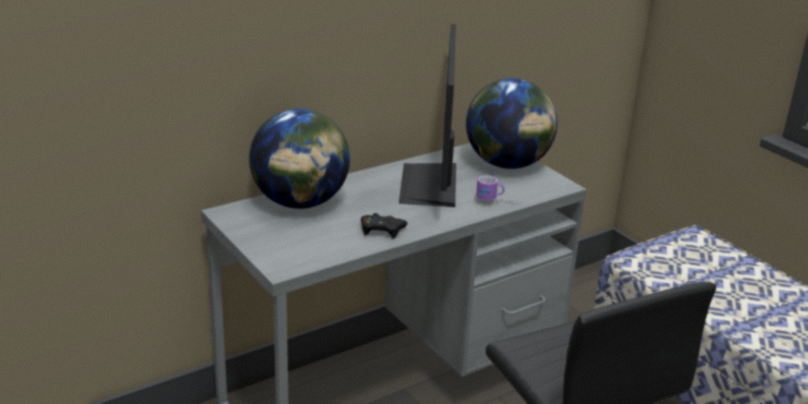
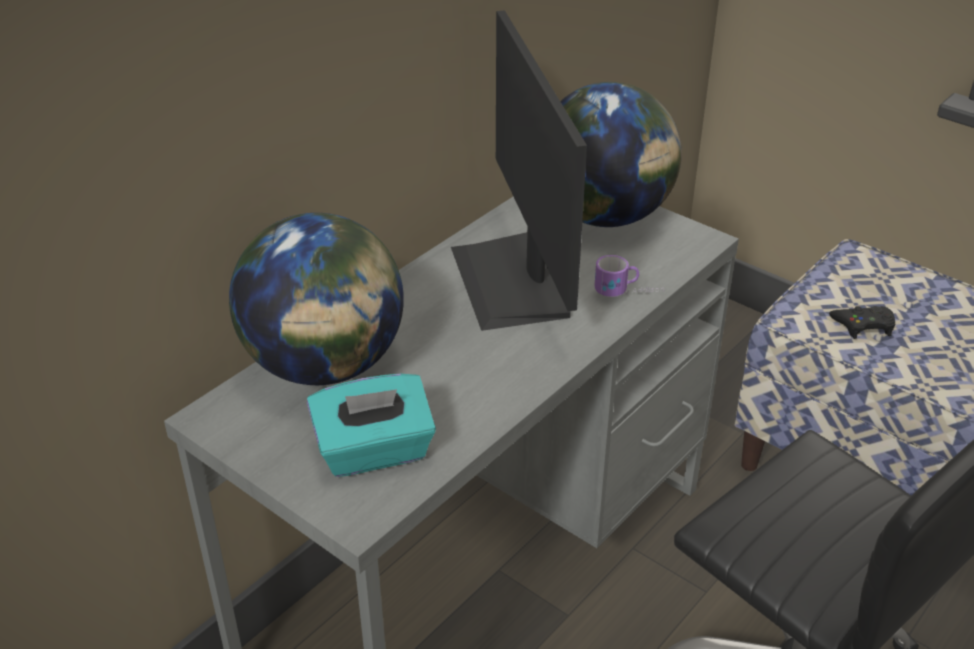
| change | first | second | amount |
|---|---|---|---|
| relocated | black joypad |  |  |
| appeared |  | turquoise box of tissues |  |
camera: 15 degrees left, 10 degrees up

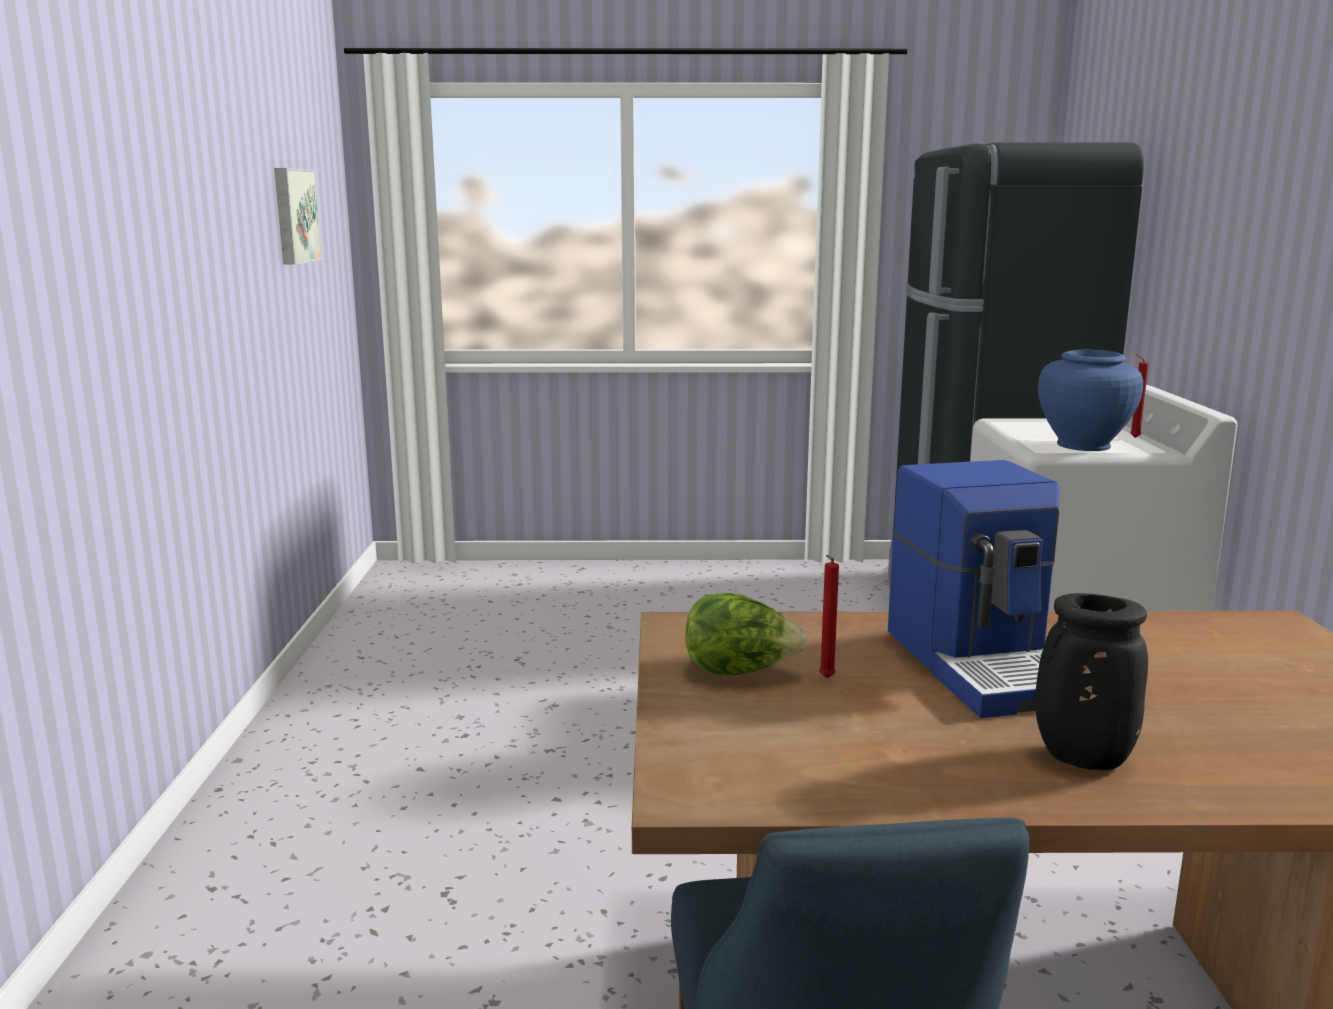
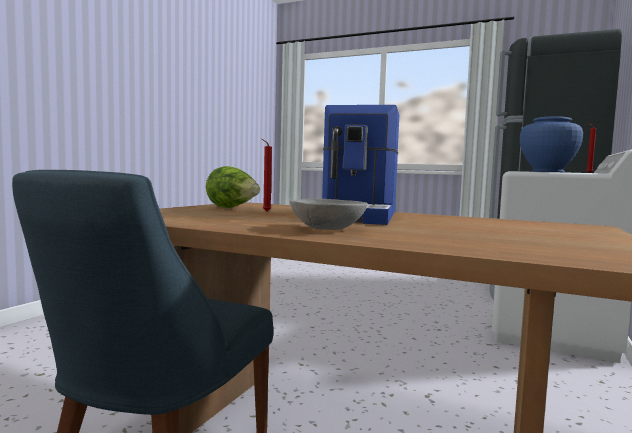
| change | first | second | amount |
|---|---|---|---|
| missing | picture |  |  |
| exchanged | black vase | greyish bowl |  |
camera: 25 degrees right, 10 degrees down

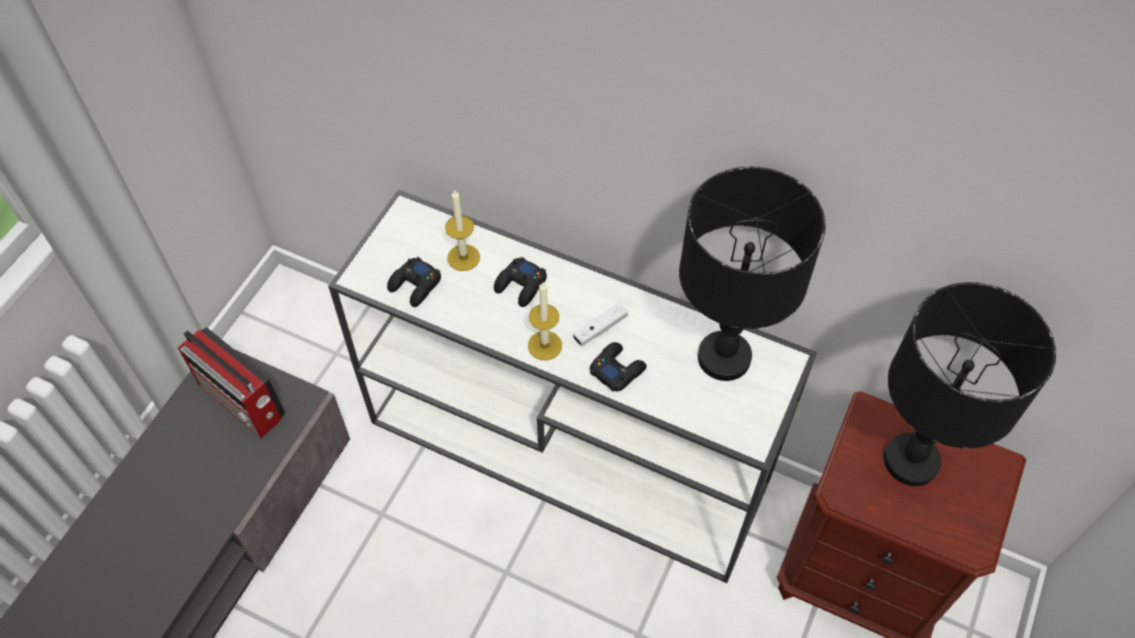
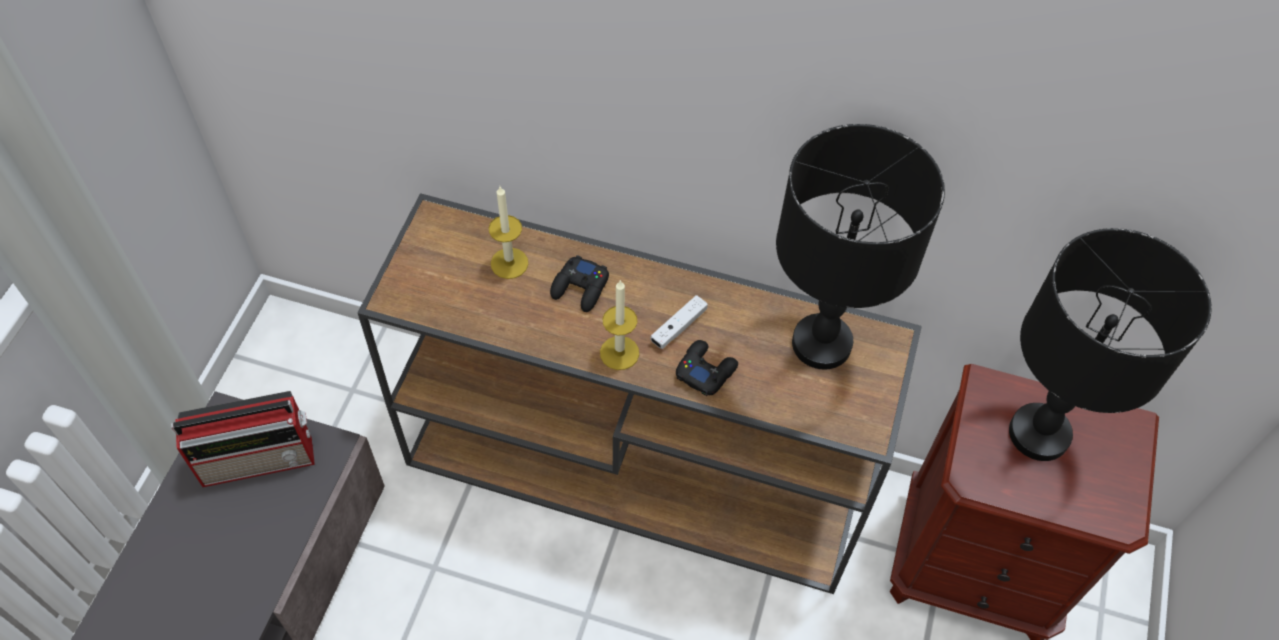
| change | first | second | amount |
|---|---|---|---|
| spun | radio receiver |  | 45 degrees counterclockwise |
| colour | white-coloured console table | brown console table |  |
| missing | black joypad (no. 1 from left) |  |  |
camera: 10 degrees left, 0 degrees up

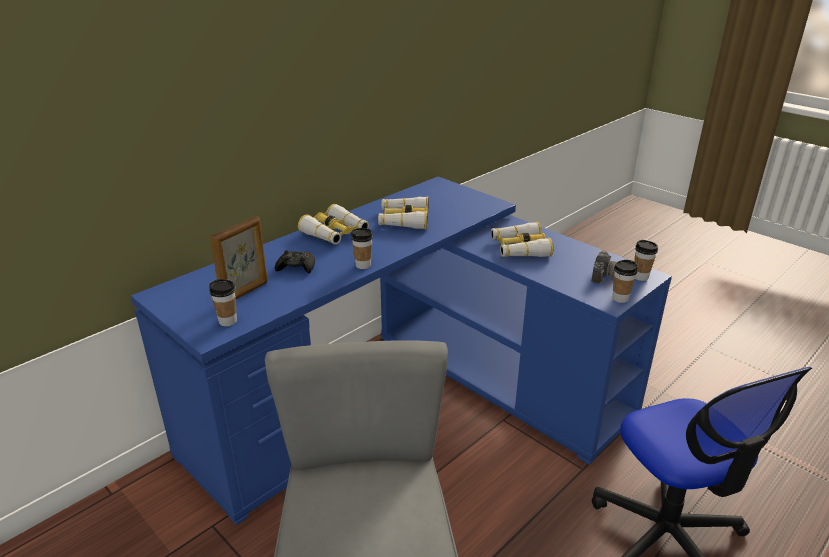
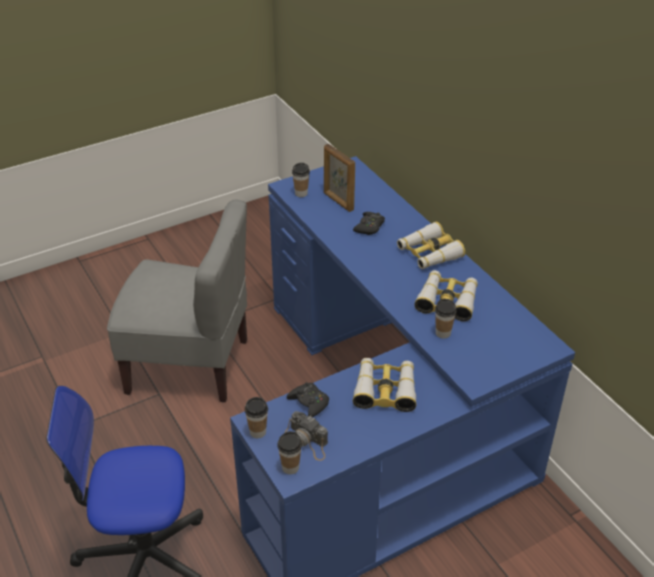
| change | first | second | amount |
|---|---|---|---|
| relocated | drinking cup (no. 2 from left in the first image) | drinking cup (no. 4 from left) |  |
| appeared |  | black joypad (no. 1 from left) |  |
camera: 105 degrees right, 10 degrees up

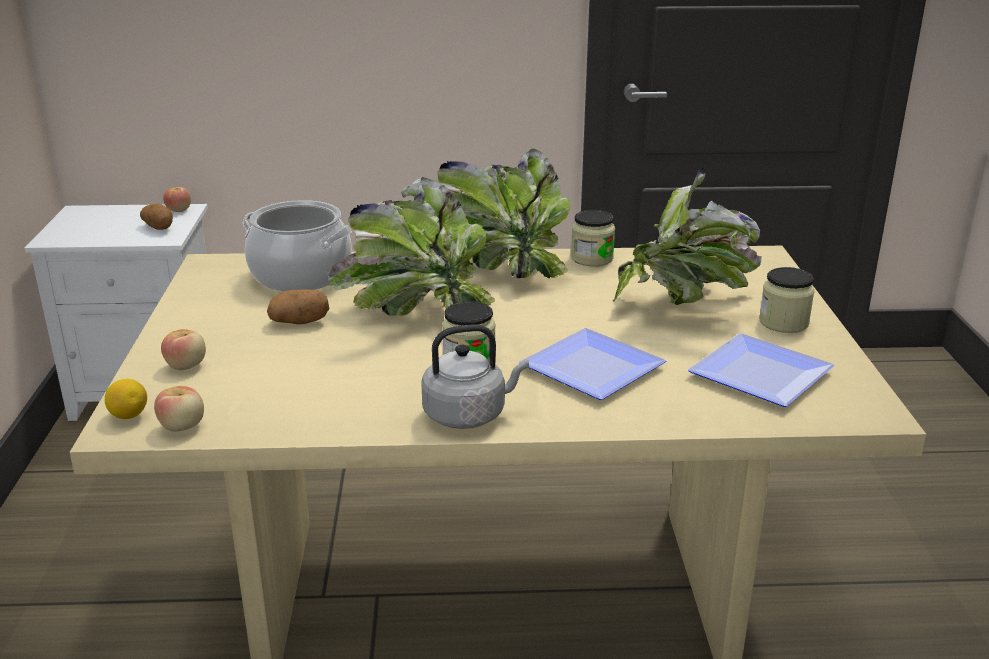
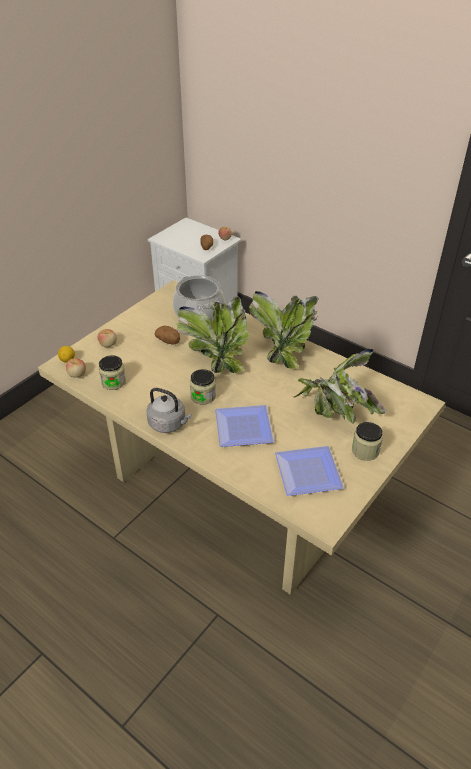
| change | first | second | amount |
|---|---|---|---|
| relocated | preserve jar (no. 2 from left in the first image) | preserve jar (no. 1 from left) |  |
camera: 40 degrees right, 15 degrees up

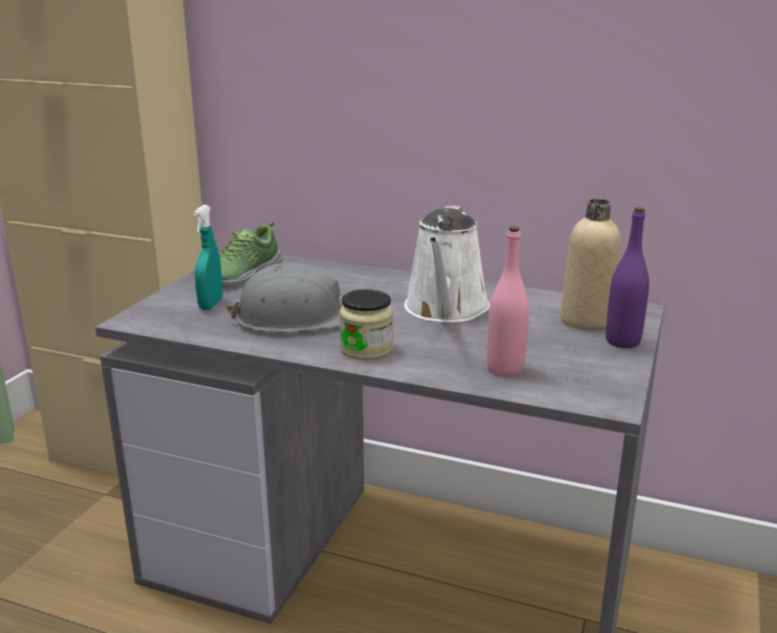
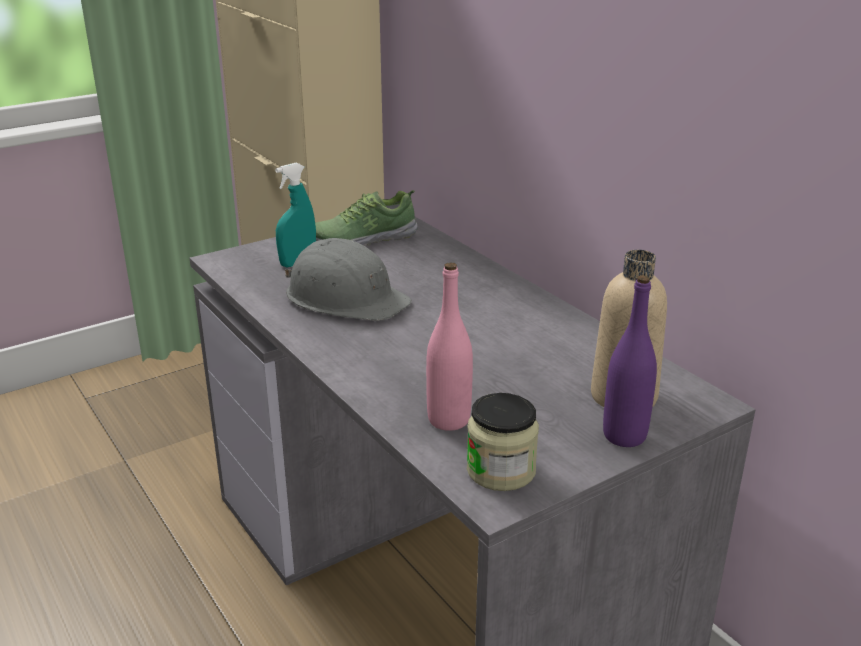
| change | first | second | amount |
|---|---|---|---|
| relocated | preserve jar |  |  |
| missing | white-coloured watering pot |  |  |
camera: 35 degrees right, 5 degrees up

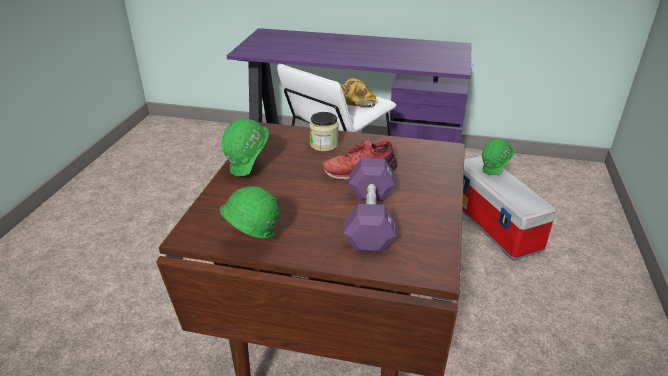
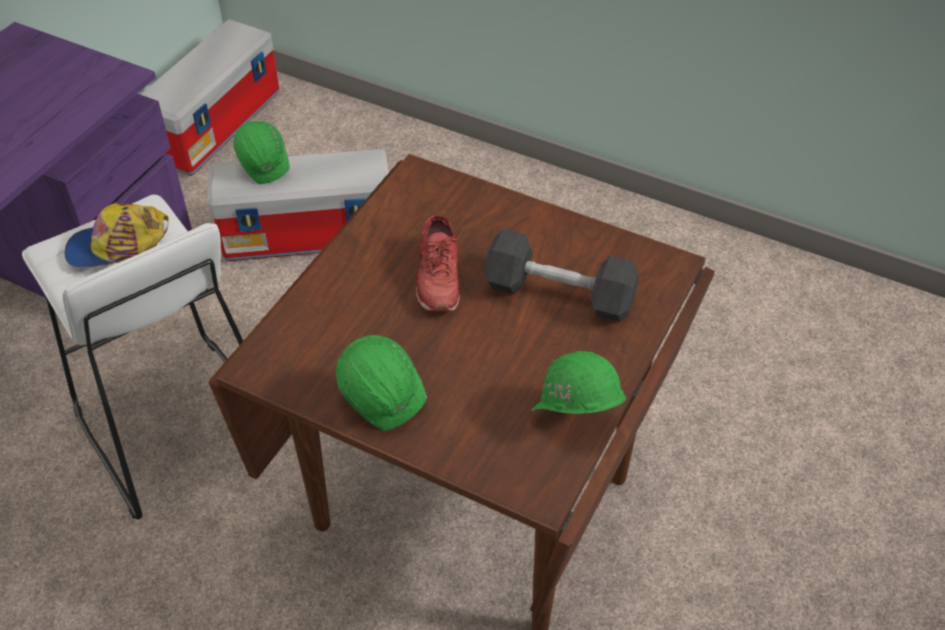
| change | first | second | amount |
|---|---|---|---|
| missing | preserve jar |  |  |
| colour | purple free weight | black free weight |  |
| appeared |  | storage box (no. 1 from left) |  |
camera: 75 degrees left, 15 degrees up

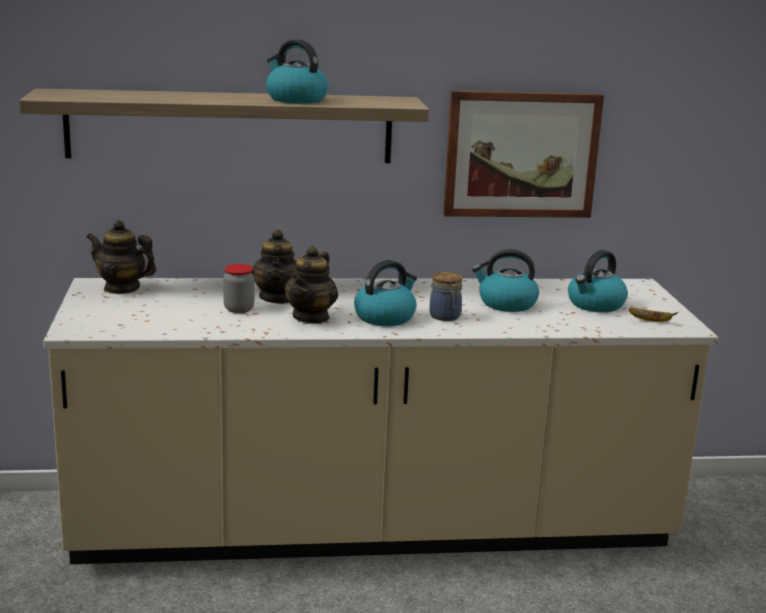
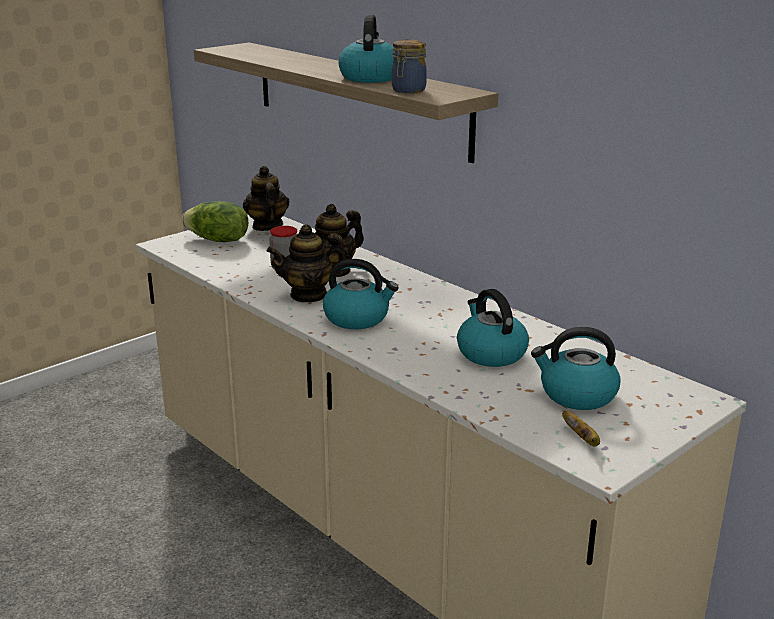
| change | first | second | amount |
|---|---|---|---|
| relocated | preserve jar (no. 2 from left) |  |  |
| missing | picture |  |  |
| appeared |  | lettuce |  |
camera: 55 degrees right, 5 degrees up

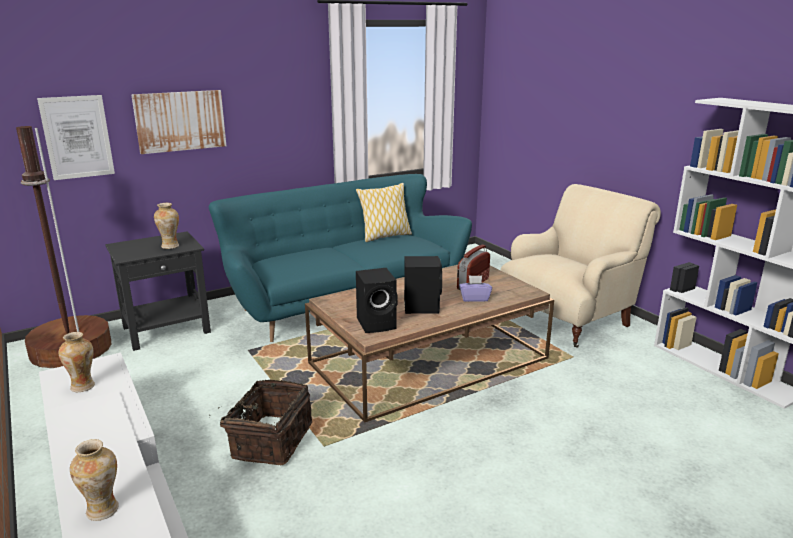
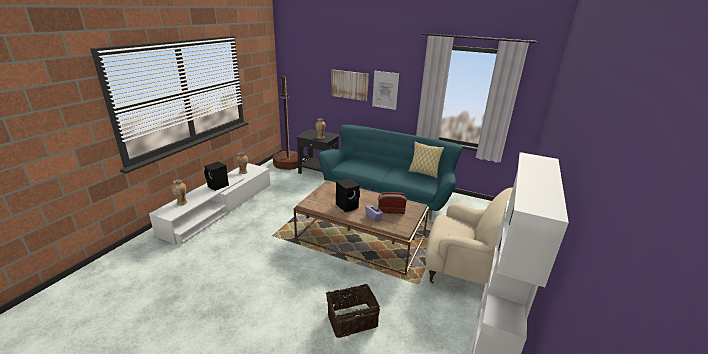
| change | first | second | amount |
|---|---|---|---|
| relocated | picture (no. 1 from left in the first image) | picture (no. 2 from left) |  |
| relocated | storage basket |  |  |
| relocated | black speaker (no. 1 from left) |  |  |
camera: 55 degrees right, 5 degrees up

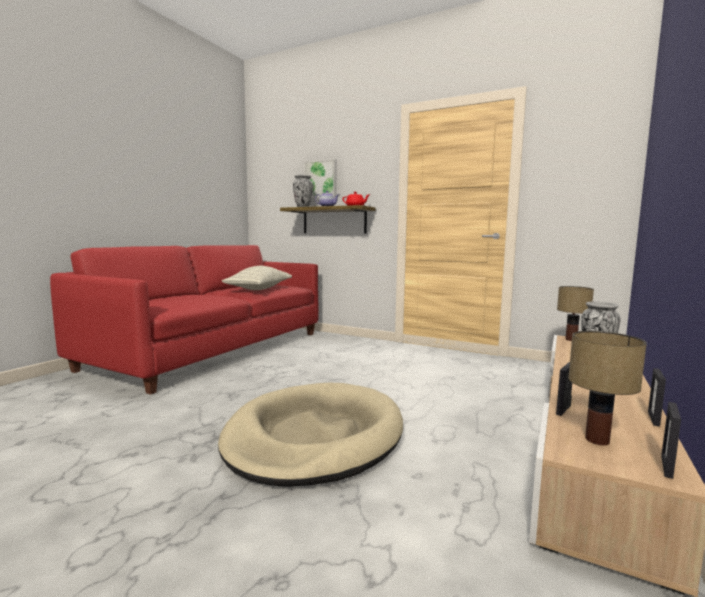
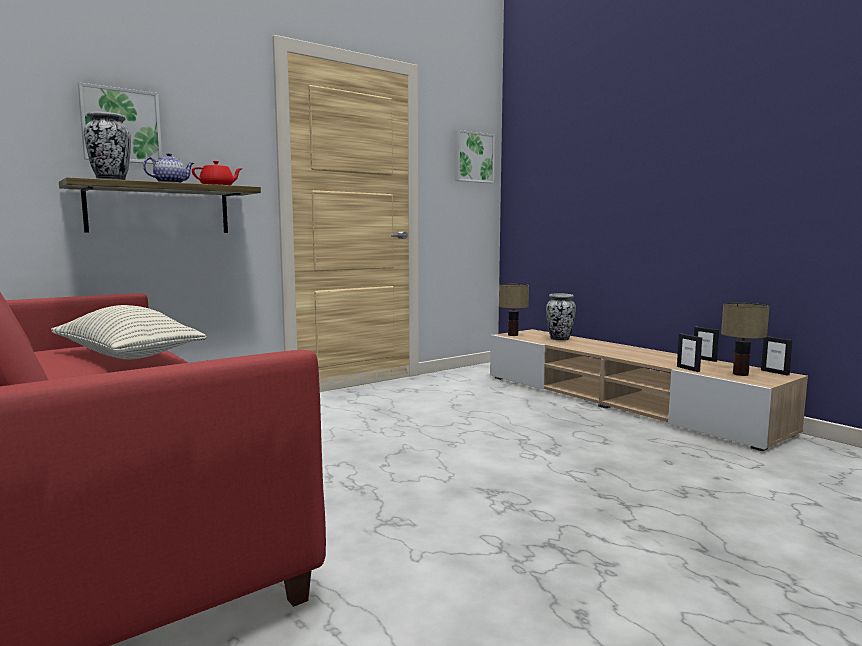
| change | first | second | amount |
|---|---|---|---|
| missing | sand-coloured dog cushion |  |  |
| appeared |  | picture (no. 2 from left) |  |
camera: 65 degrees left, 0 degrees up

